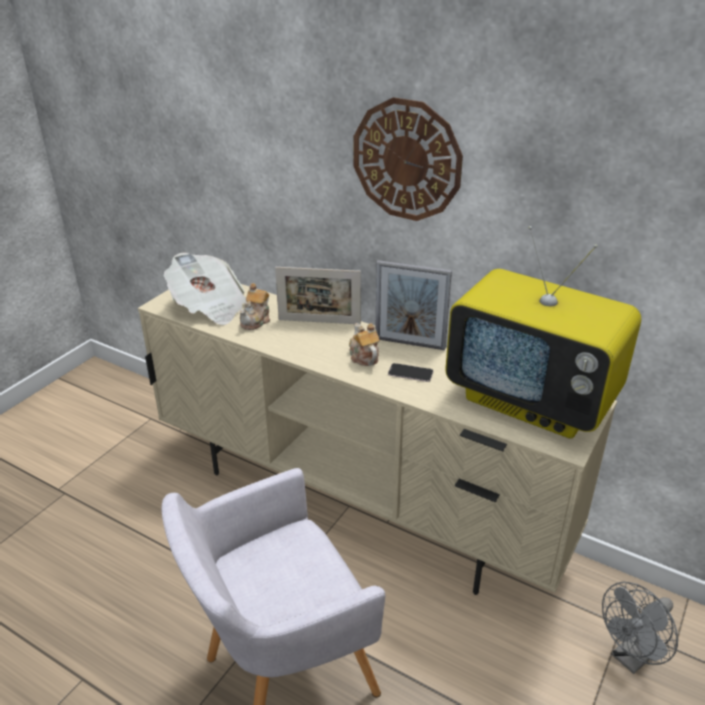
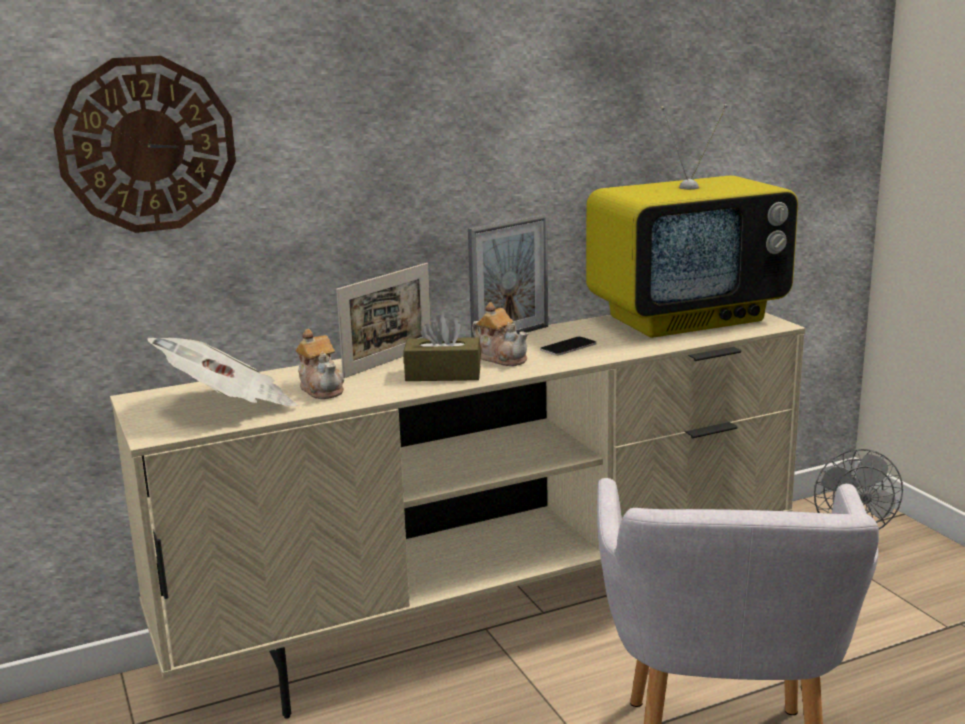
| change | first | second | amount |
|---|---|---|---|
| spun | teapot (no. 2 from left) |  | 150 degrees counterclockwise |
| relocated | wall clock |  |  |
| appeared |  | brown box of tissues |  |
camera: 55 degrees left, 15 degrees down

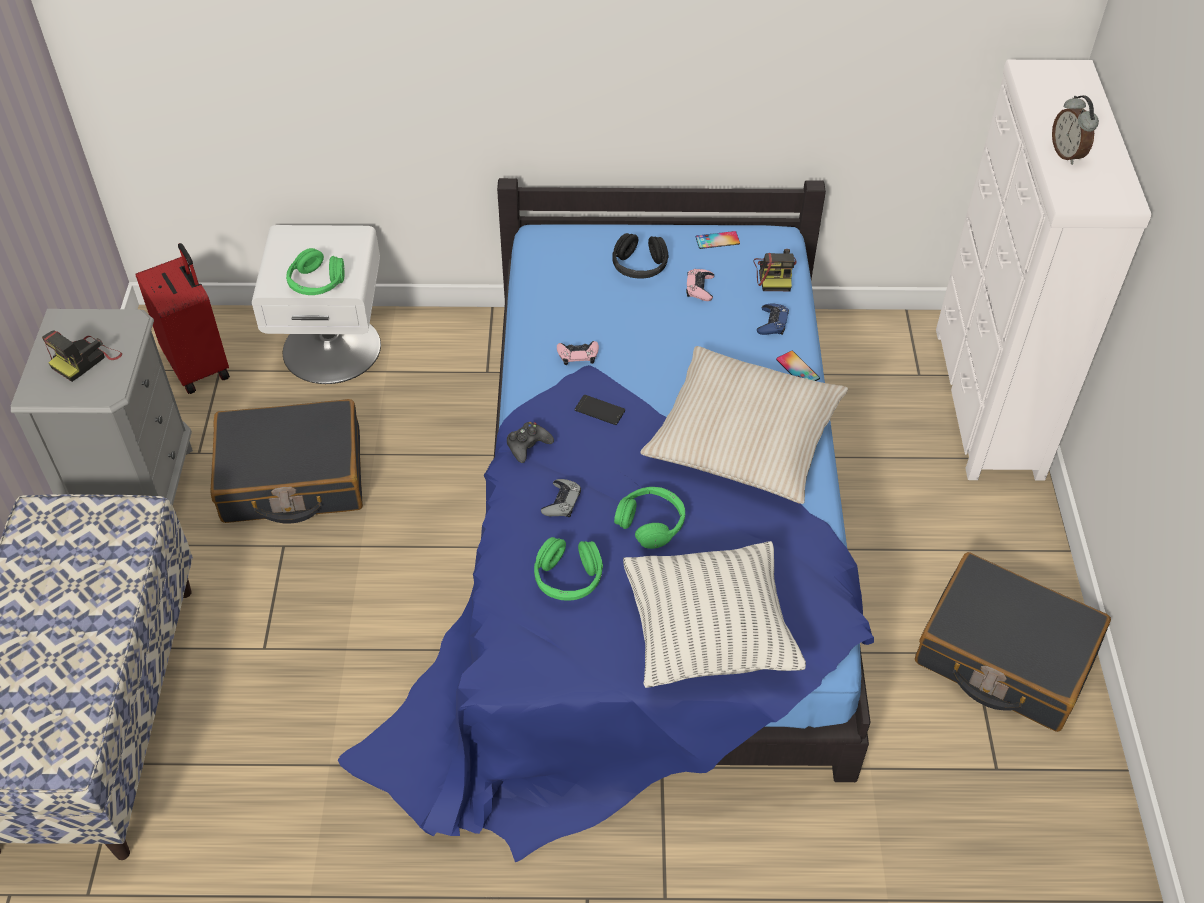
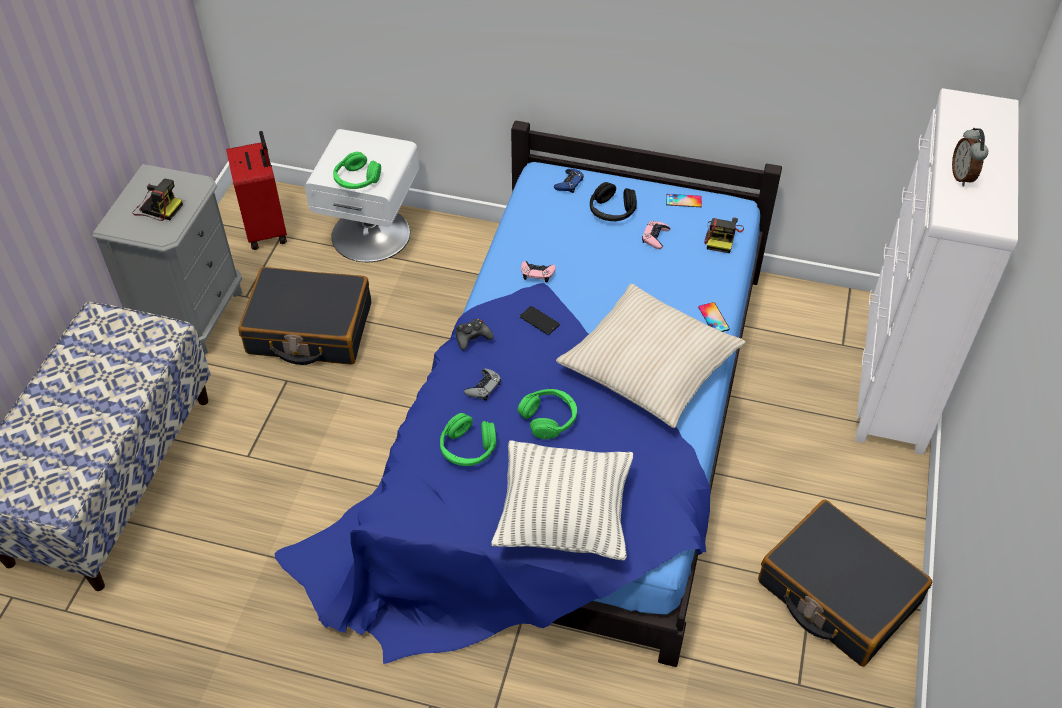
| change | first | second | amount |
|---|---|---|---|
| spun | still camera (no. 1 from left) |  | 120 degrees counterclockwise |
| relocated | blue joypad |  |  |
camera: 15 degrees right, 0 degrees up

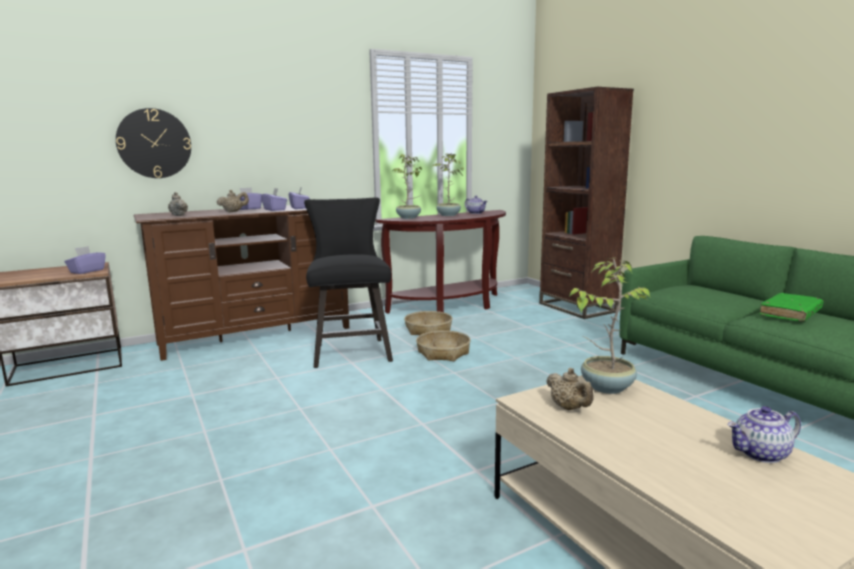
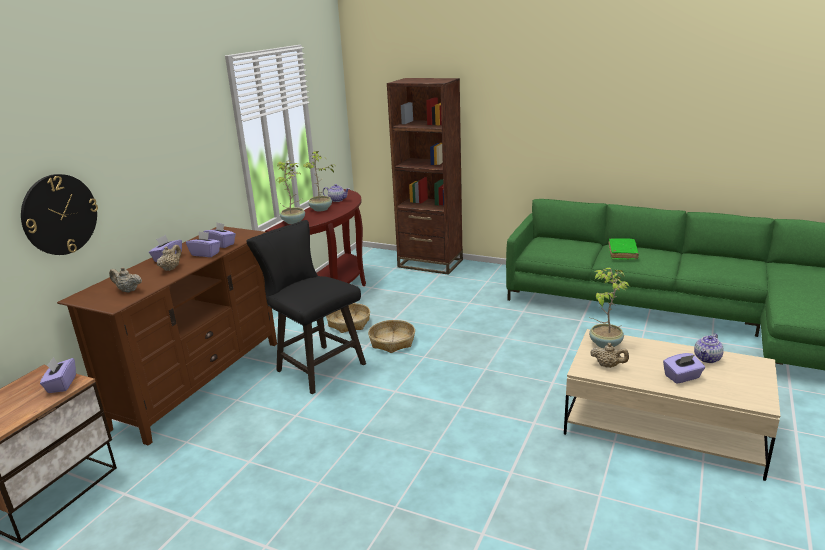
| change | first | second | amount |
|---|---|---|---|
| appeared |  | purple box of tissues (no. 5 from left) |  |
camera: 35 degrees left, 10 degrees up

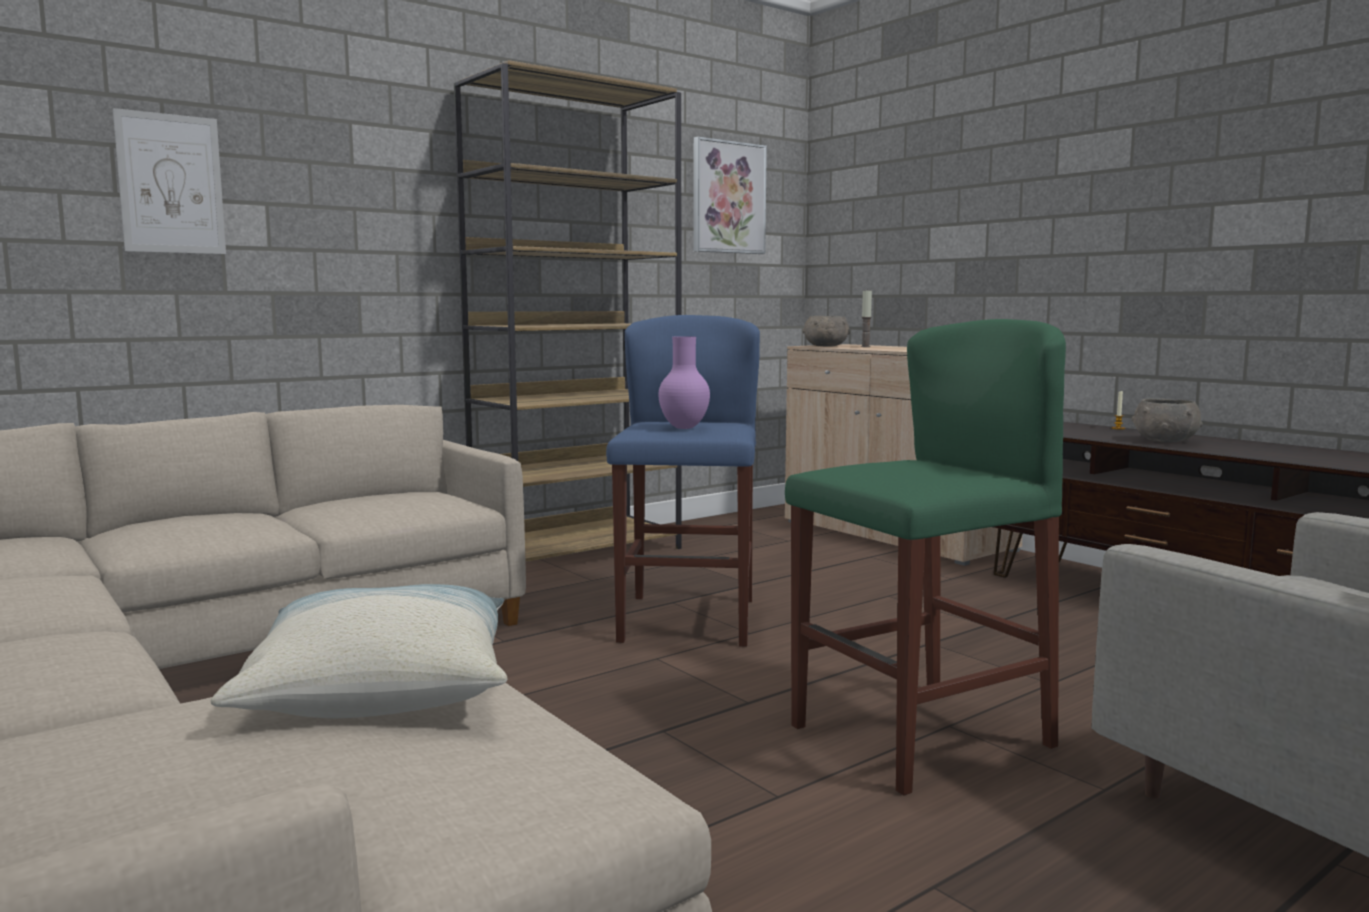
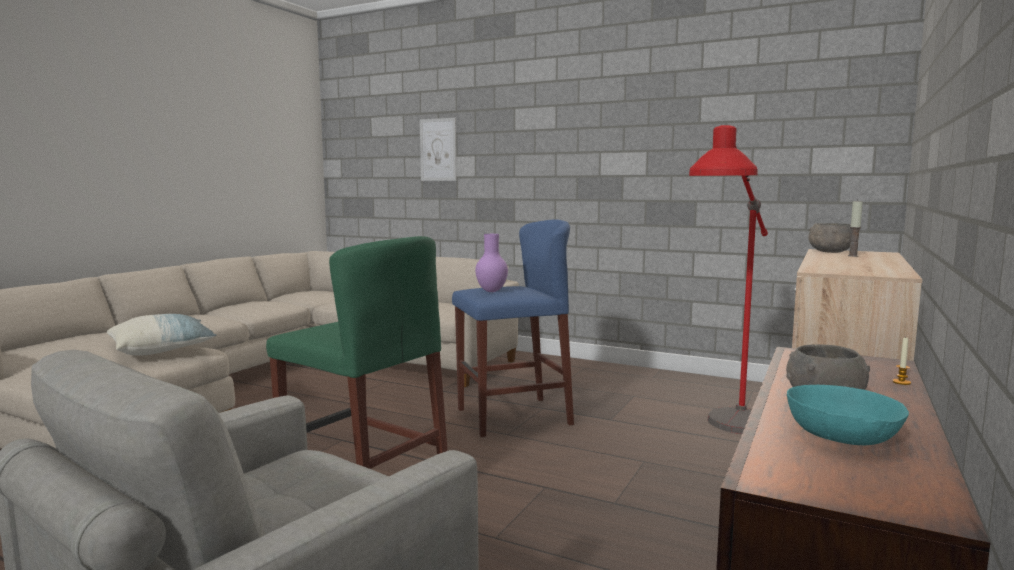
| change | first | second | amount |
|---|---|---|---|
| missing | brown bookcase |  |  |
| missing | picture (no. 2 from left) |  |  |
| appeared |  | red-coloured standard lamp |  |
| appeared |  | turquoise bowl |  |
camera: 65 degrees right, 0 degrees up

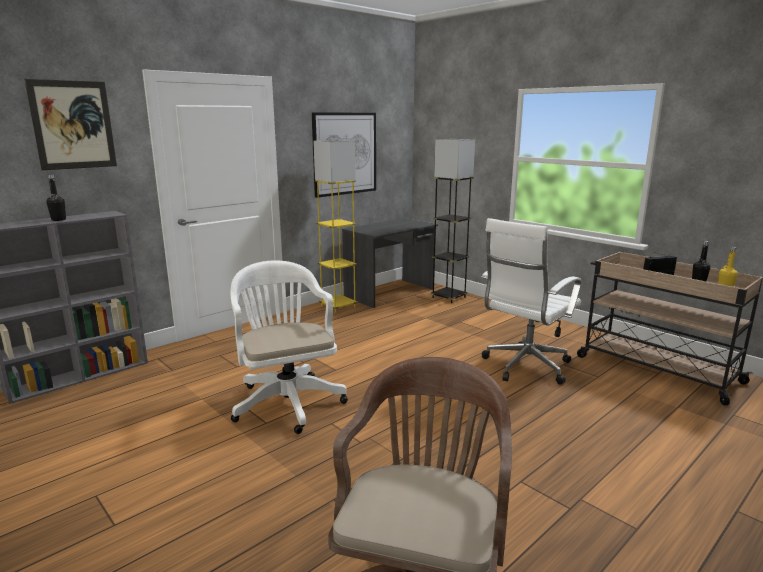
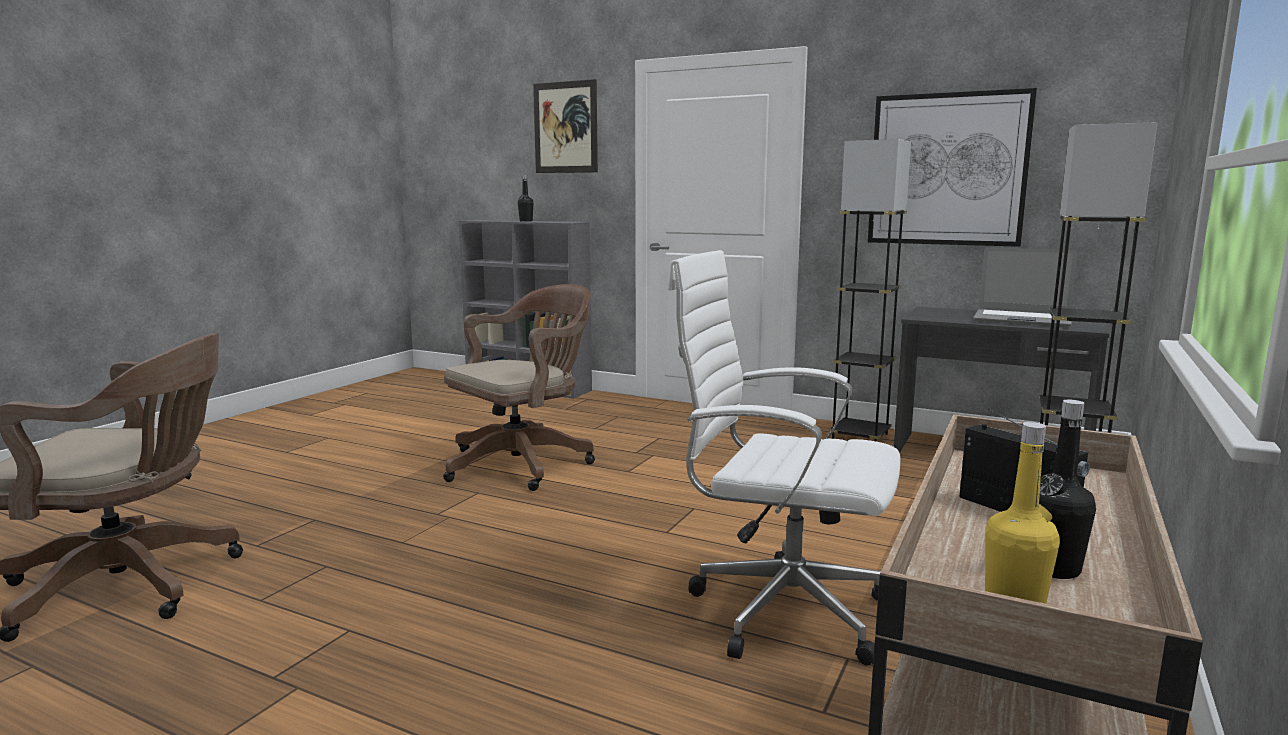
| change | first | second | amount |
|---|---|---|---|
| colour | white-coloured desk chair (no. 1 from left) | brown desk chair (no. 2 from left) |  |
| colour | yellow-coloured standard lamp | greyish standard lamp (no. 1 from left) |  |
| appeared |  | laptop |  |
camera: 70 degrees right, 5 degrees down

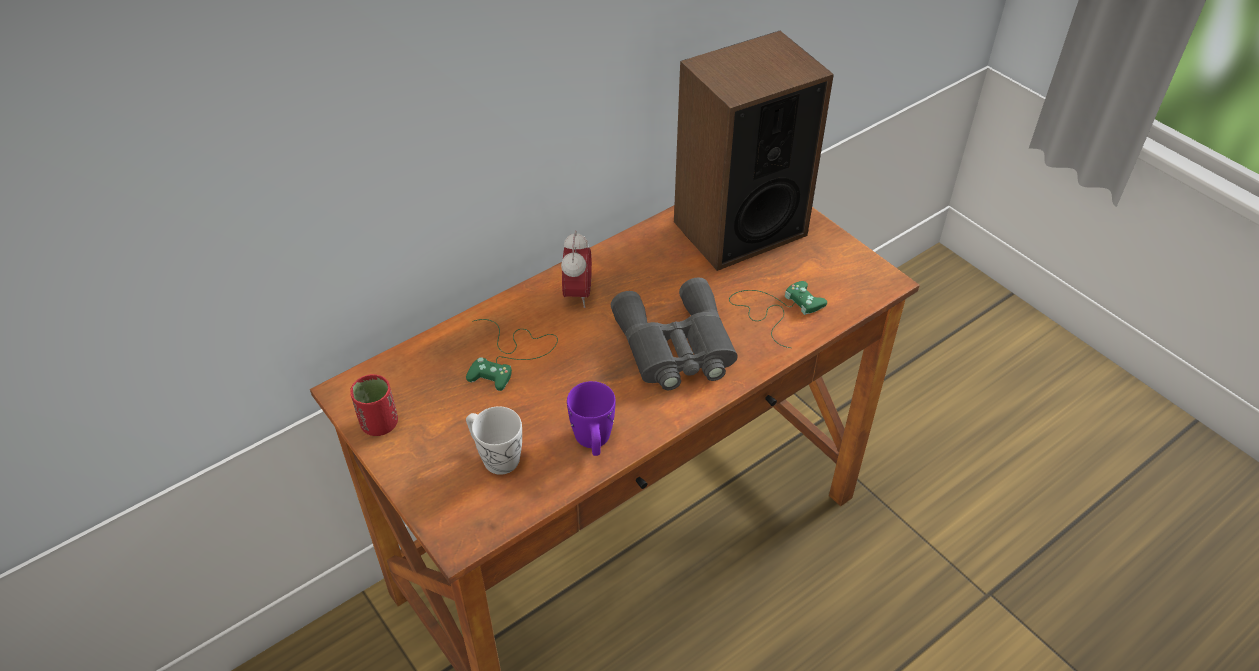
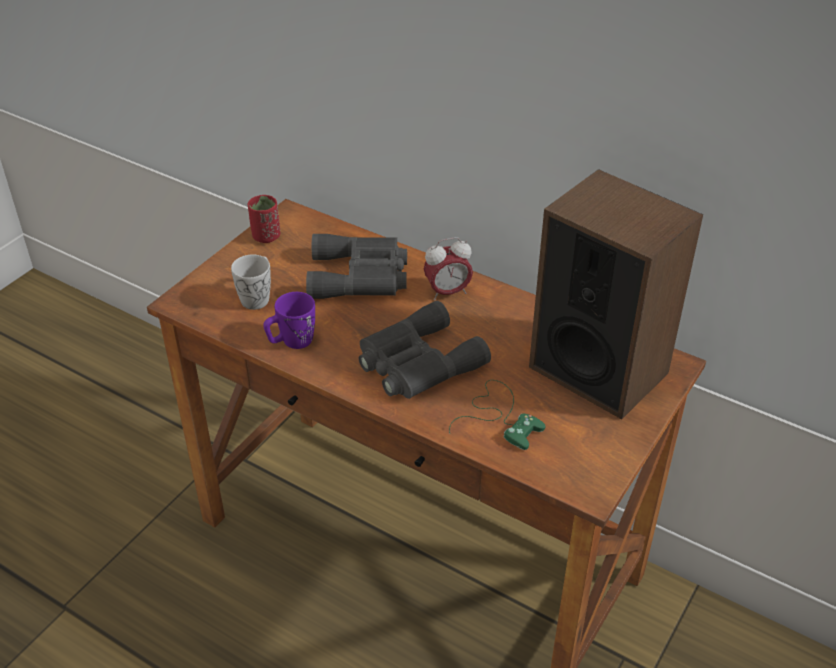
| change | first | second | amount |
|---|---|---|---|
| exchanged | green-coloured joypad (no. 1 from left) | greyish field glasses (no. 1 from left) |  |
camera: 70 degrees right, 5 degrees down

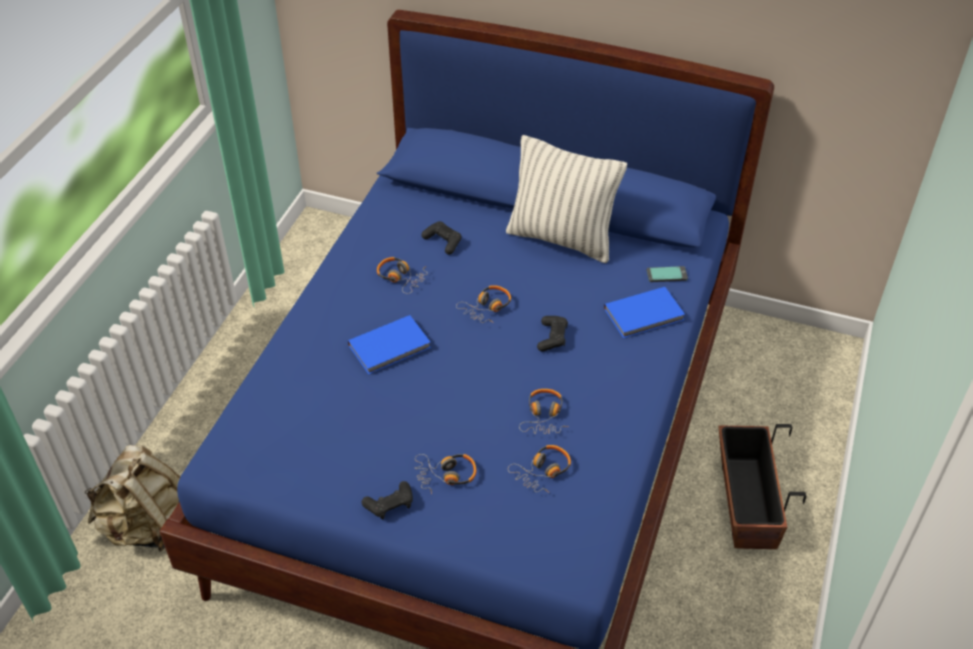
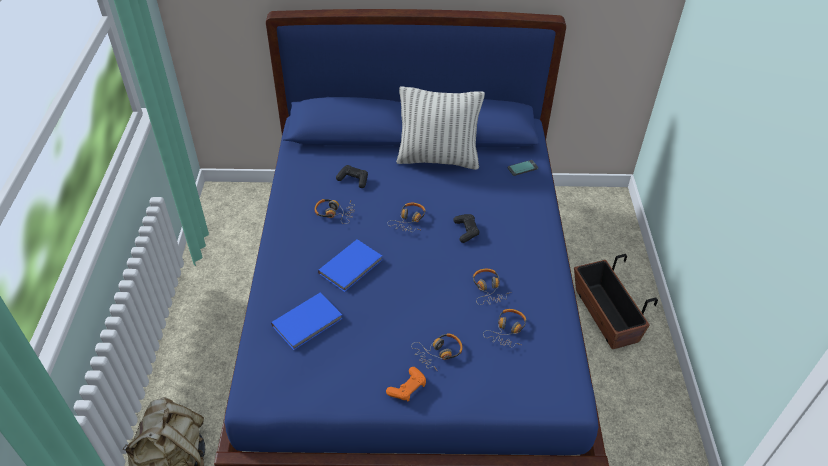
| change | first | second | amount |
|---|---|---|---|
| colour | black joypad (no. 1 from left) | orangey joypad |  |
| relocated | blue volume (no. 2 from left in the first image) | blue volume (no. 1 from left) |  |
camera: 20 degrees left, 0 degrees up

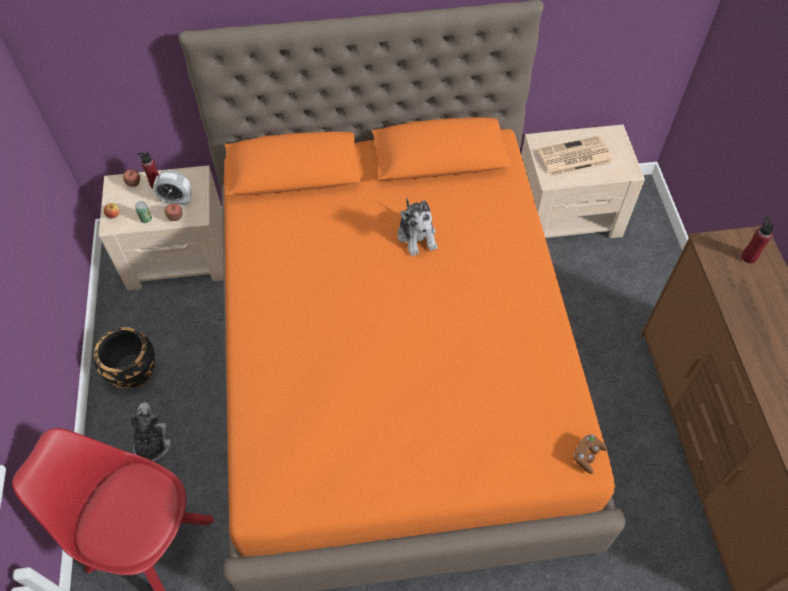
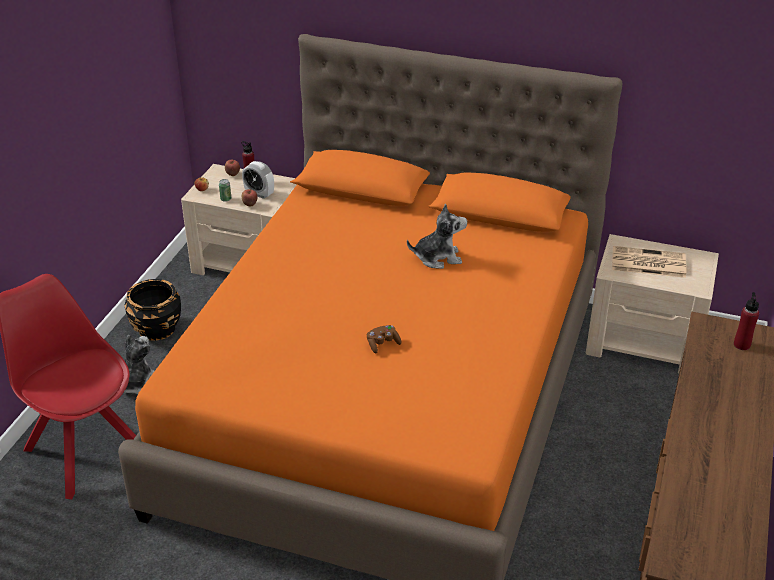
| change | first | second | amount |
|---|---|---|---|
| spun | plush toy (no. 2 from left) |  | 105 degrees counterclockwise |
| relocated | brown joypad |  |  |
camera: 25 degrees right, 20 degrees down

